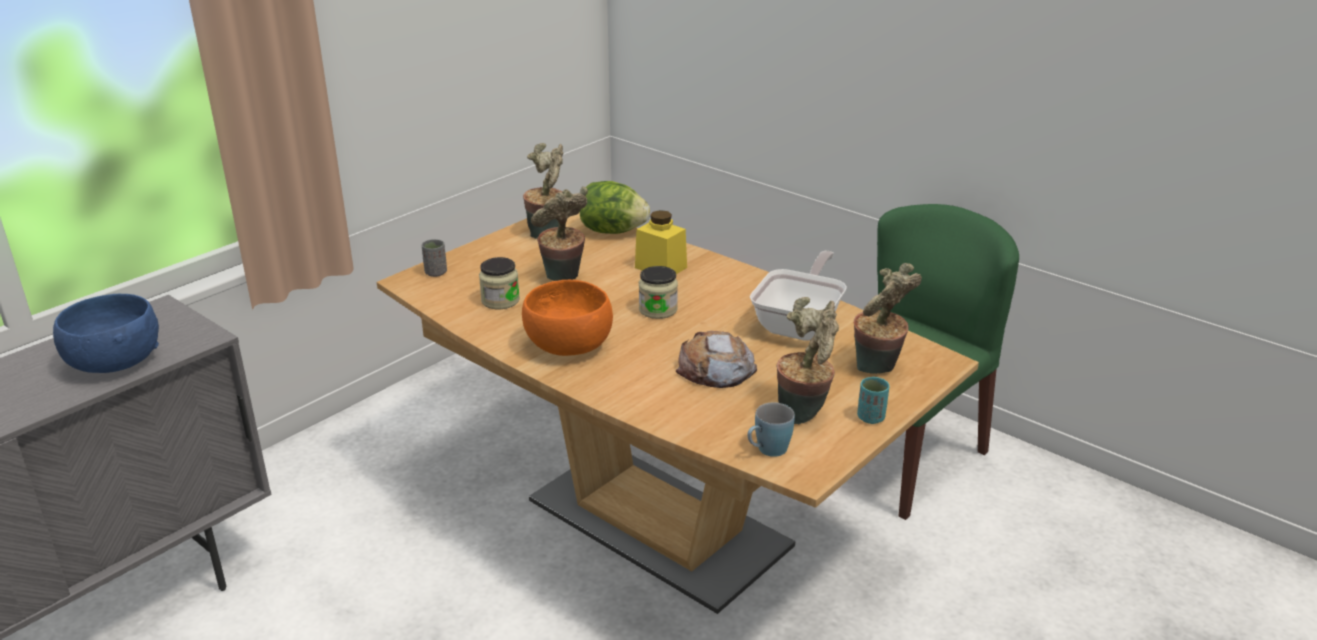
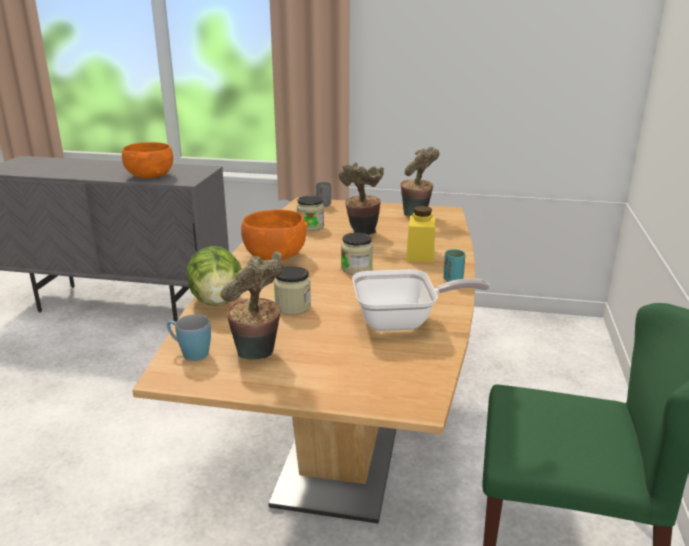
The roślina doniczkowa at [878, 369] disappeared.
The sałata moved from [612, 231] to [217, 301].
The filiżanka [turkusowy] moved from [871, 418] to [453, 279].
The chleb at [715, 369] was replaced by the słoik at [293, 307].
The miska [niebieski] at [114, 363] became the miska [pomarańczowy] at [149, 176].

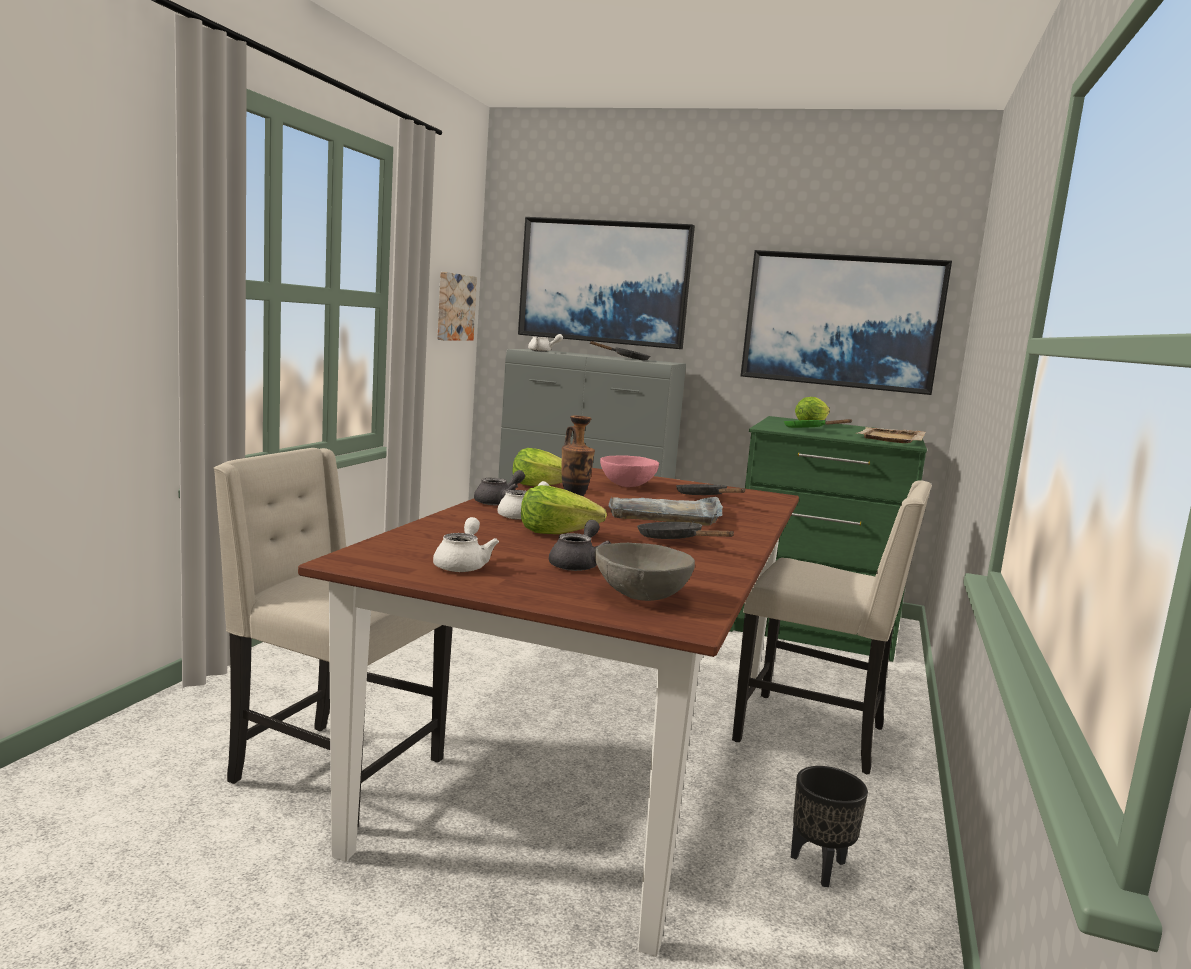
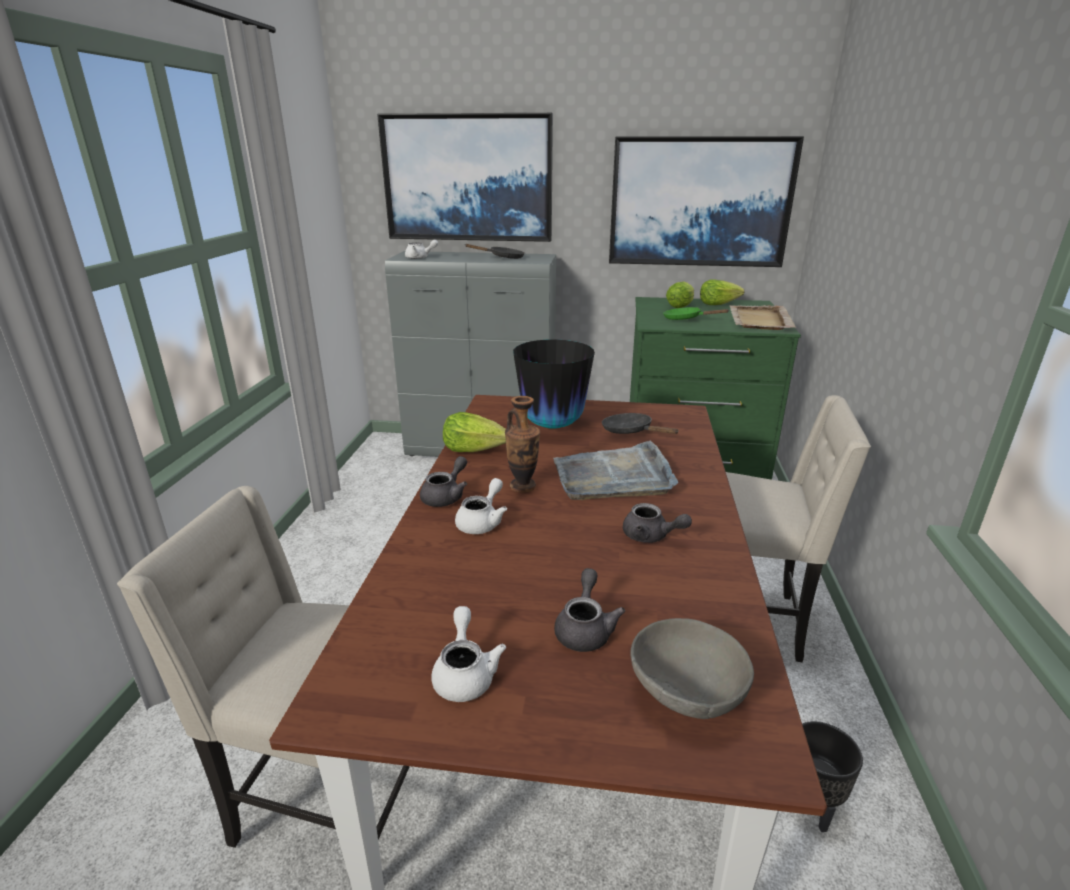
The obraz at [453, 307] disappeared.
The sałata moved from [557, 533] to [718, 304].
The miska [różowy] at [628, 485] was replaced by the wazon at [552, 425].
The patelnia [czarny] at [674, 541] was replaced by the imbryk [szary] at [651, 536].

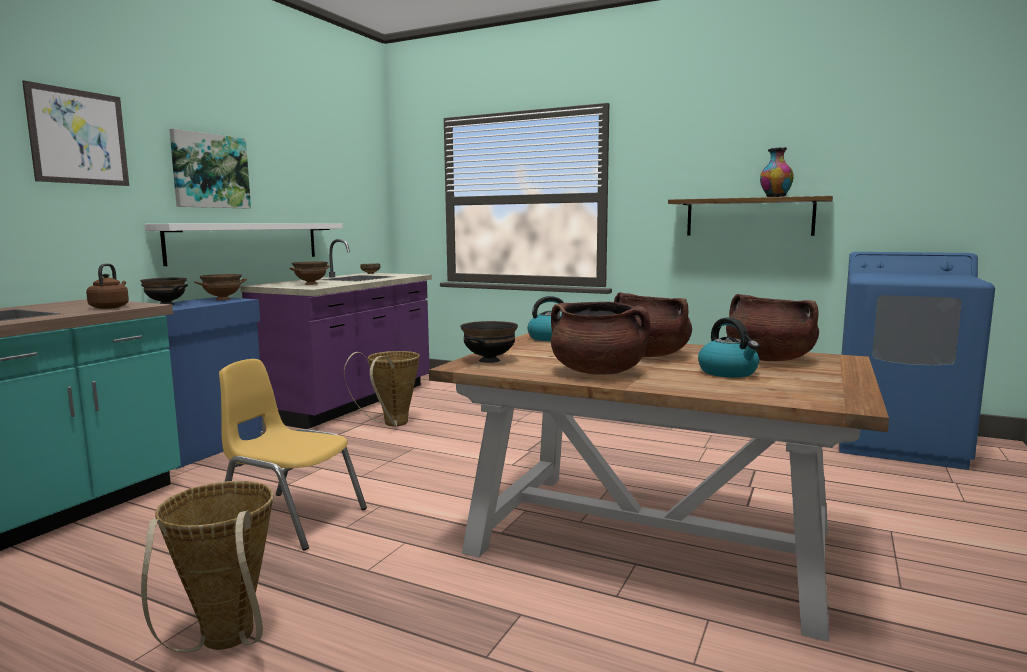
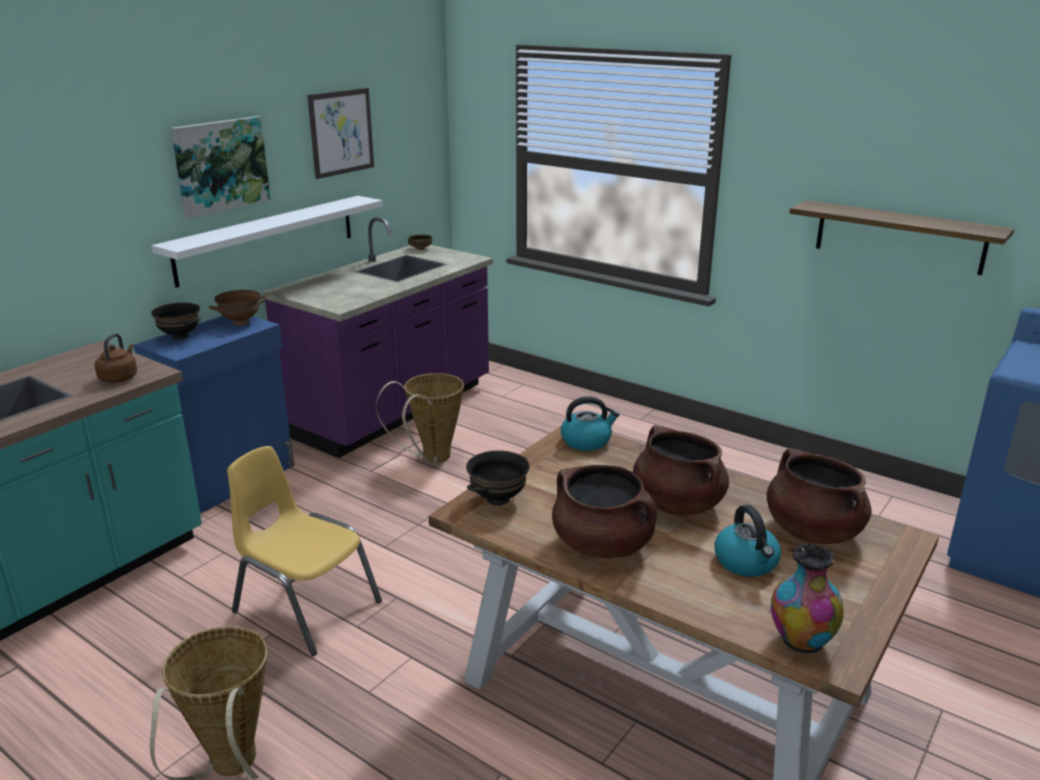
The miska [brązowy] at [311, 284] disappeared.
The obraz moved from [78, 137] to [341, 132].
The wazon moved from [775, 197] to [800, 641].

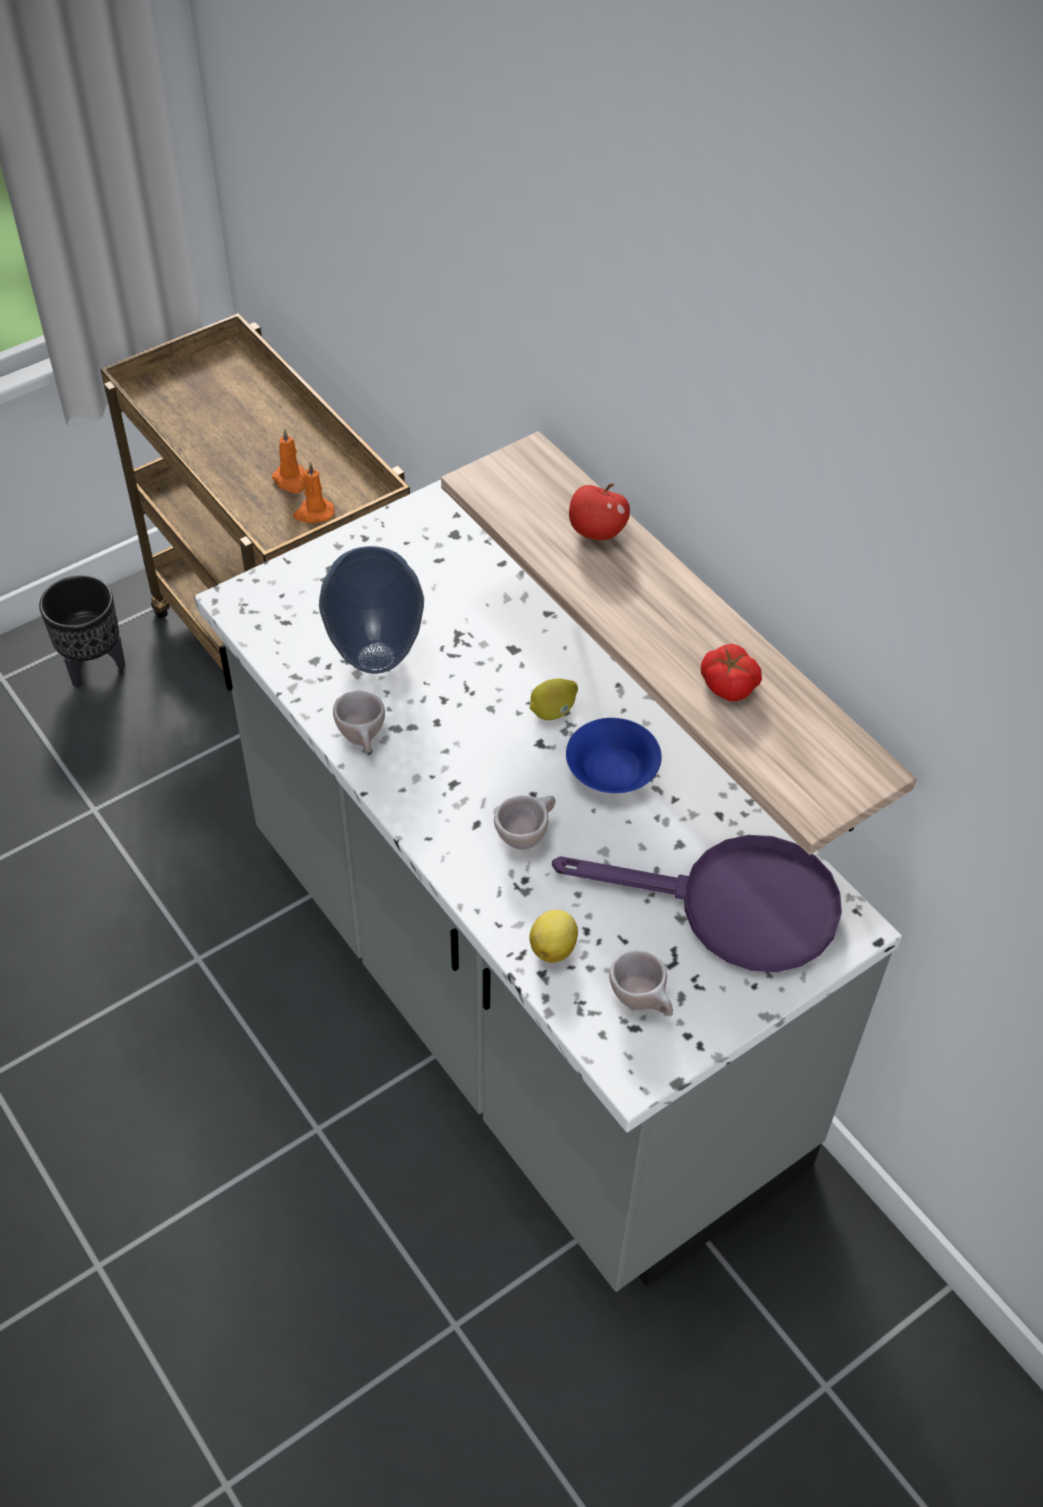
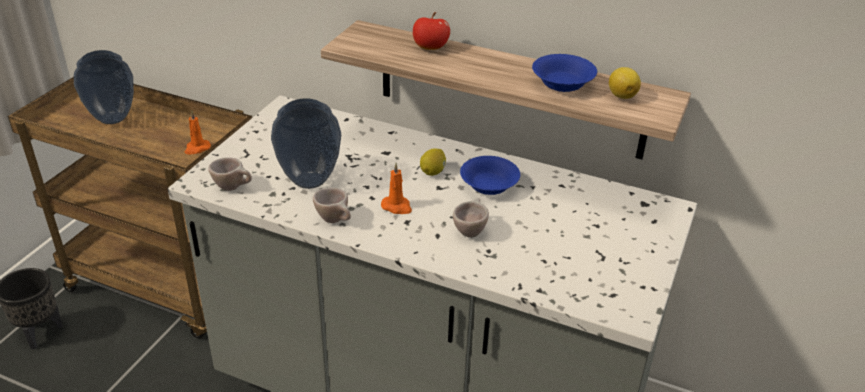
The patelnia [fioletowy] at [734, 906] disappeared.
The wazon at [112, 119] appeared.
The świeca [pomarańczowy] moved from [291, 480] to [397, 207].
The cytryna moved from [554, 947] to [622, 95].
The filiżanka [beżowy] moved from [642, 1002] to [233, 187].
The pomidor at [728, 684] was replaced by the miska [niebieski] at [562, 85].

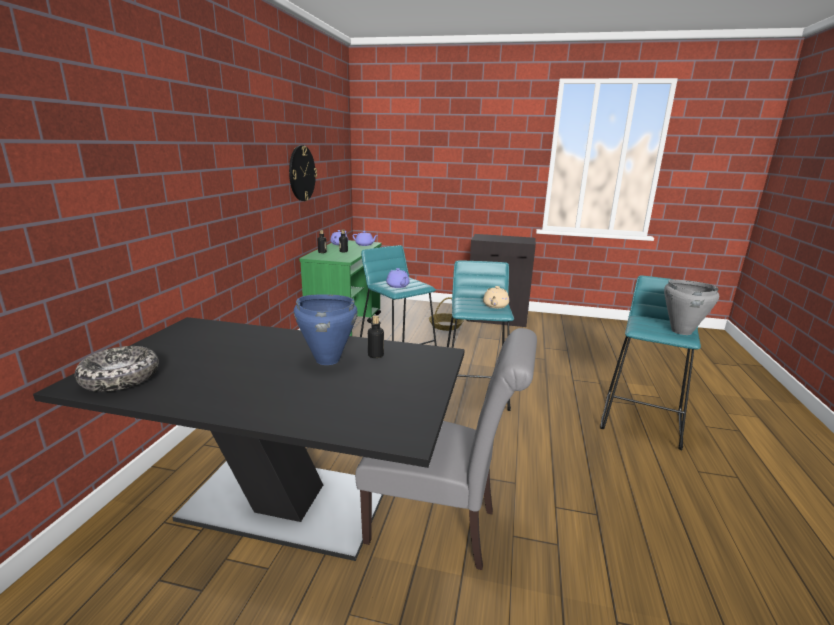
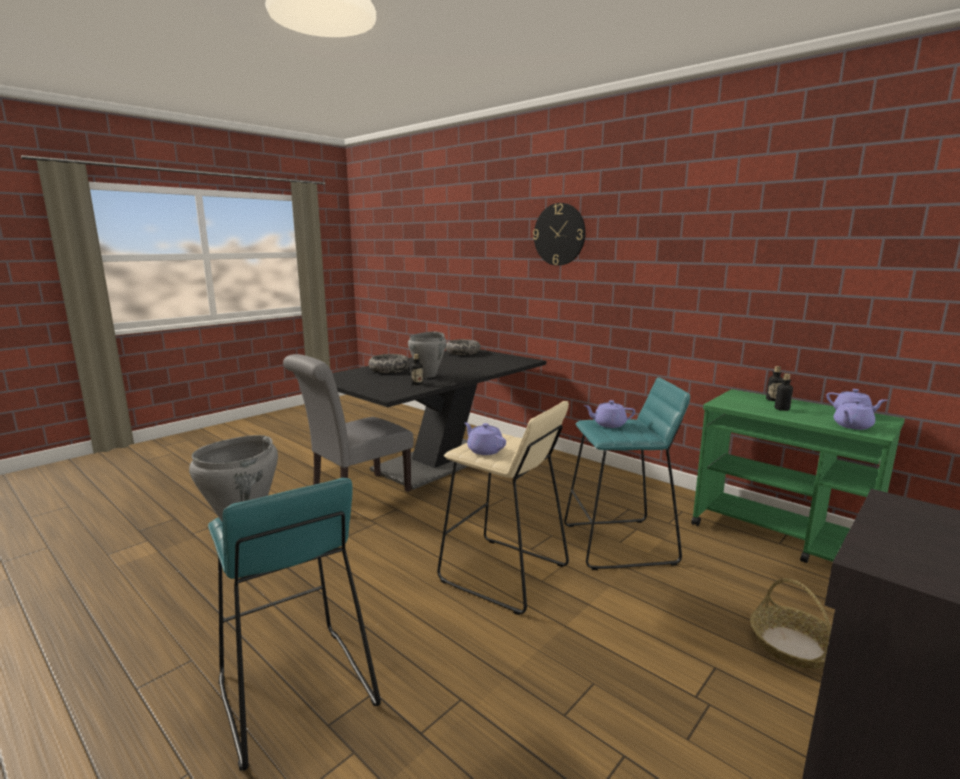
The miska at [389, 370] appeared.
The zegar ścienny moved from [301, 173] to [559, 234].
The garnek [niebieski] at [327, 360] became the garnek [szary] at [428, 375].
The stołek [turkusowy] at [475, 392] became the stołek [beżowy] at [504, 574].
The imbryk [beżowy] at [495, 306] became the imbryk [fioletowy] at [484, 450].

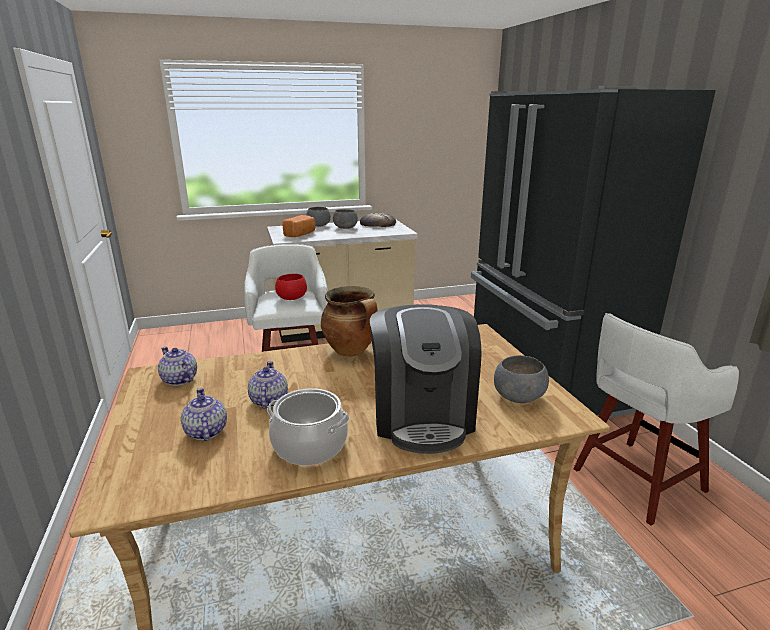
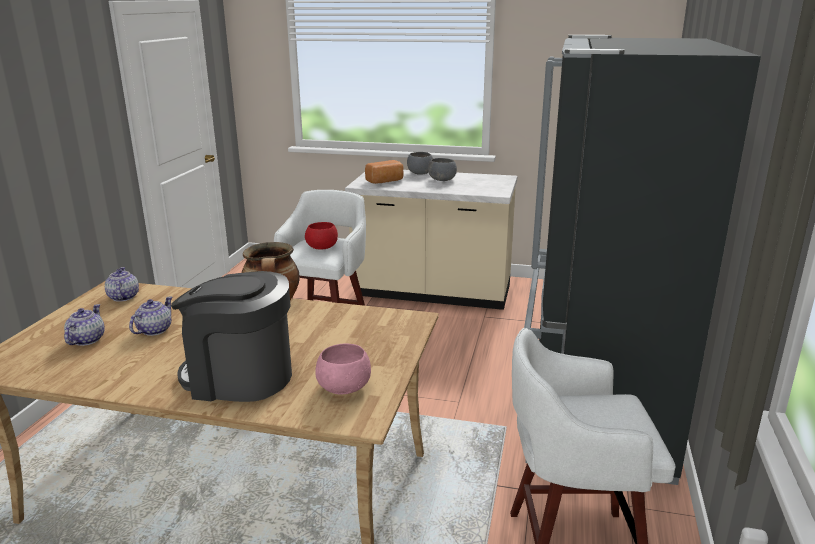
The garnek at [309, 446] disappeared.
The chleb at [377, 224] disappeared.
The miska [szary] at [517, 396] became the miska [różowy] at [343, 387].
The ekspres do kawy at [422, 416] turned 75 degrees clockwise.

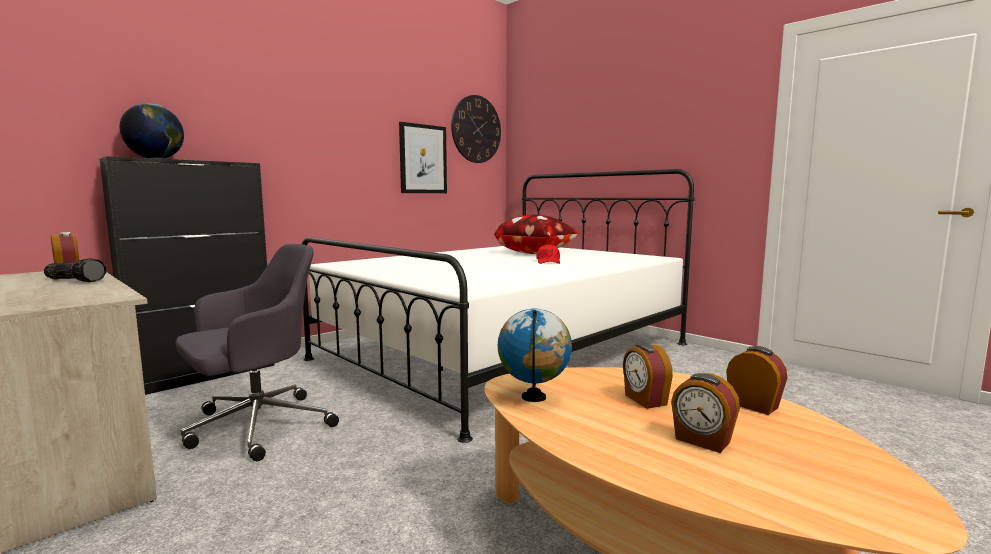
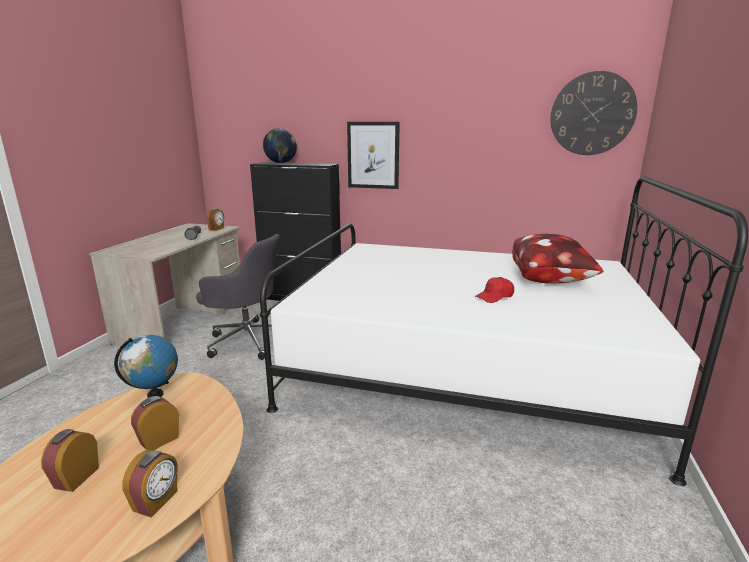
The obraz moved from [423, 159] to [373, 155].

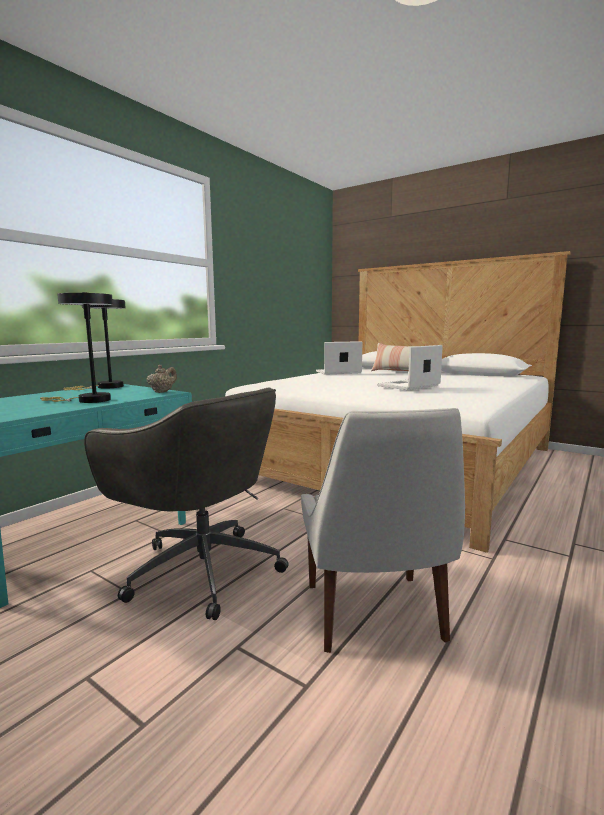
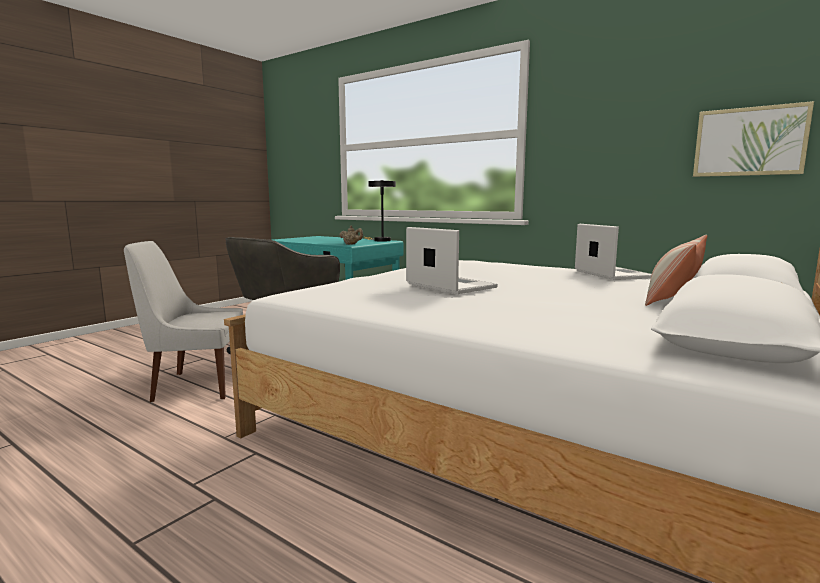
The lampa stołowa [czarny] at [88, 400] disappeared.
The obraz at [749, 141] appeared.

